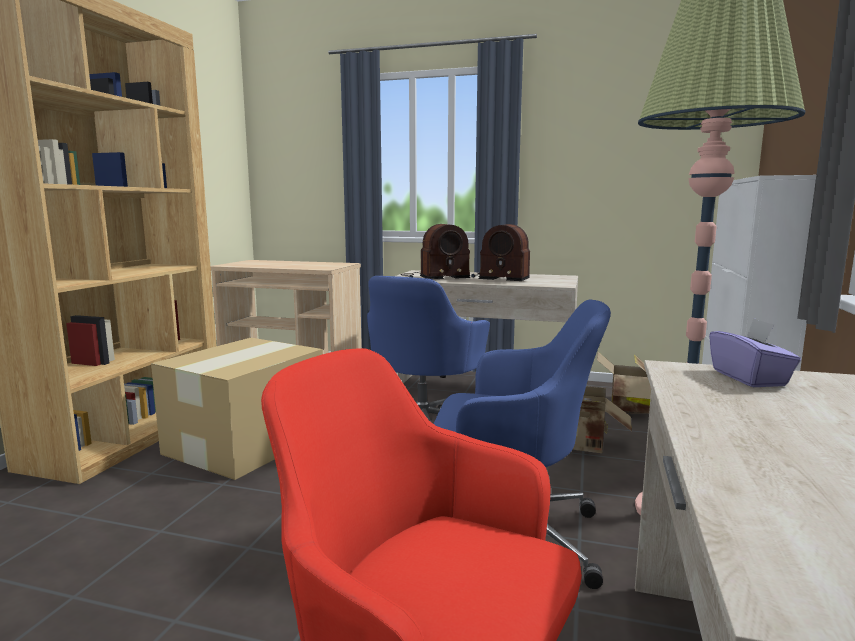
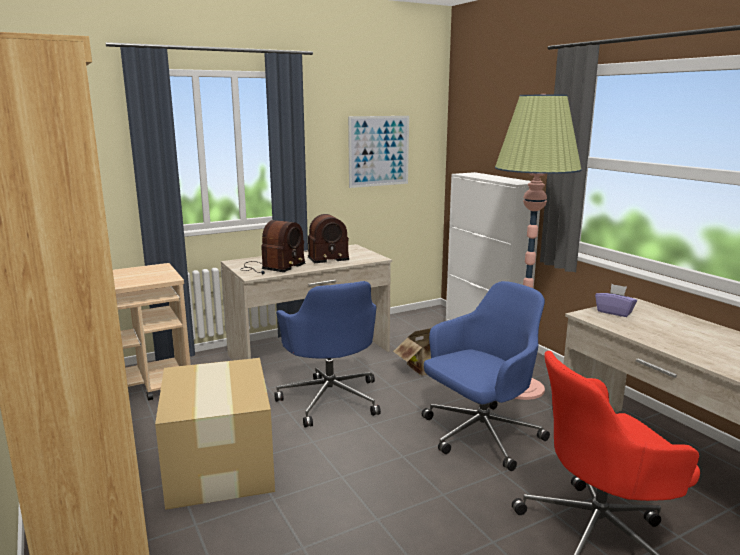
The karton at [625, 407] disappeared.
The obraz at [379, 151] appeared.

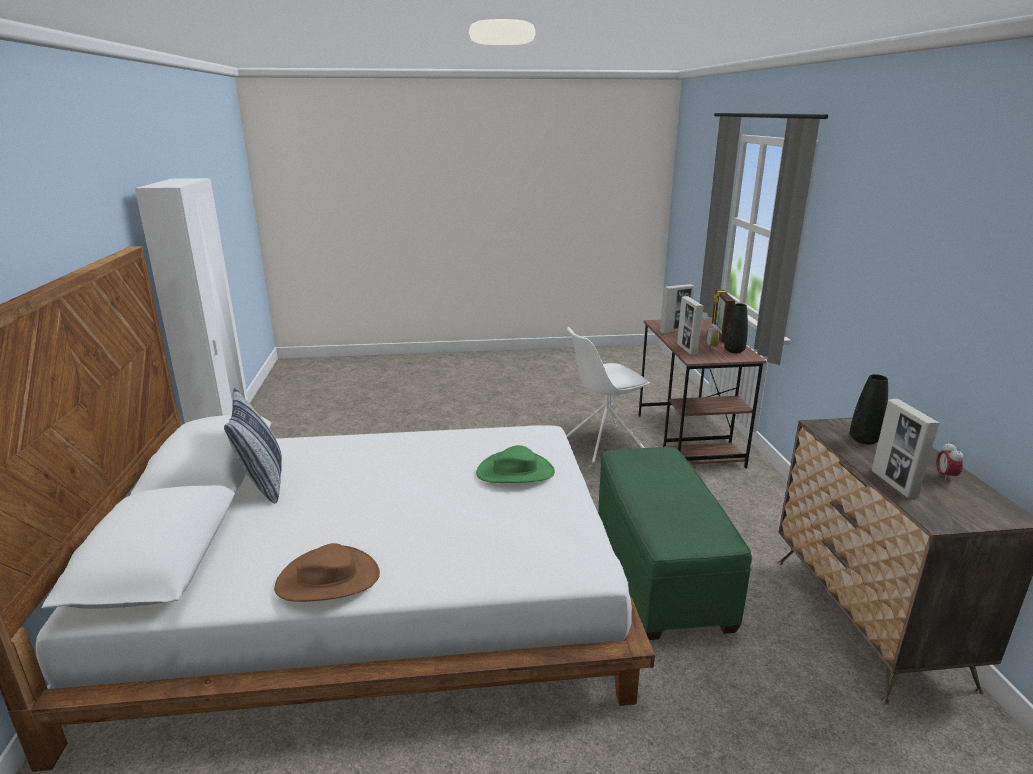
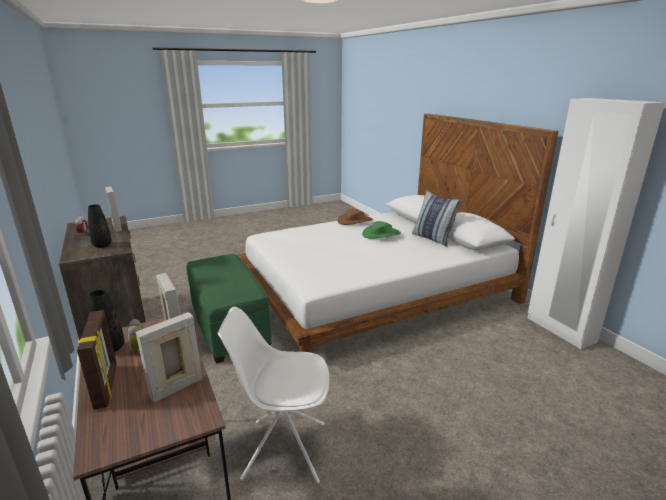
The kapelusz [zielony] moved from [515, 472] to [381, 234].
The krzesło [biały] at [603, 444] turned 135 degrees counterclockwise.

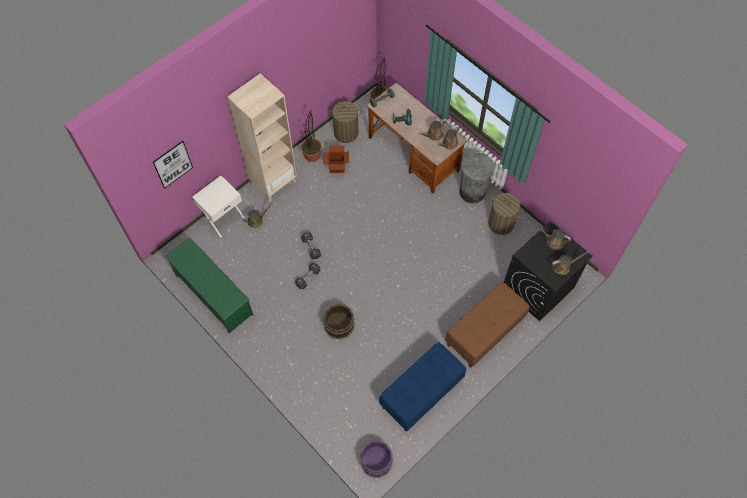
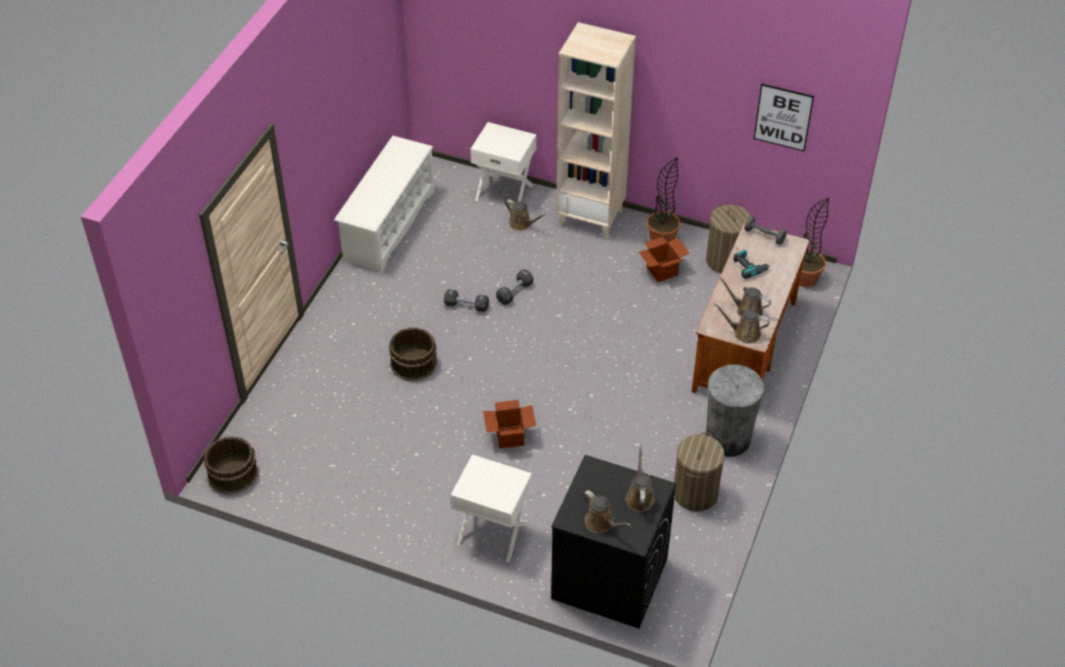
The ławka [niebieski] at [421, 394] disappeared.
The karton at [510, 437] appeared.
The obraz moved from [173, 164] to [783, 117].
The ławka [brązowy] at [484, 332] was replaced by the szafka nocna [biały] at [492, 533].
The regał na buty [zielony] at [213, 295] became the regał na buty [biały] at [389, 225].
The wiadro [fioletowy] at [375, 461] became the wiadro [brązowy] at [232, 473].

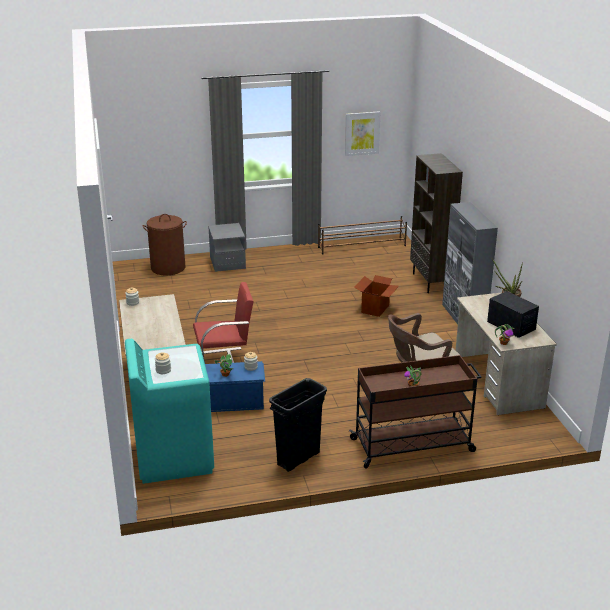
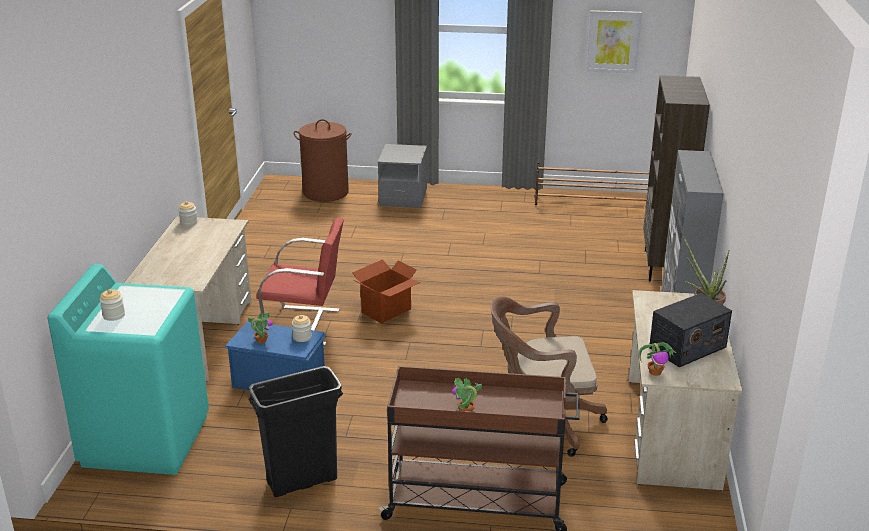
The karton moved from [375, 309] to [387, 311].
The radio at [511, 325] turned 75 degrees clockwise.

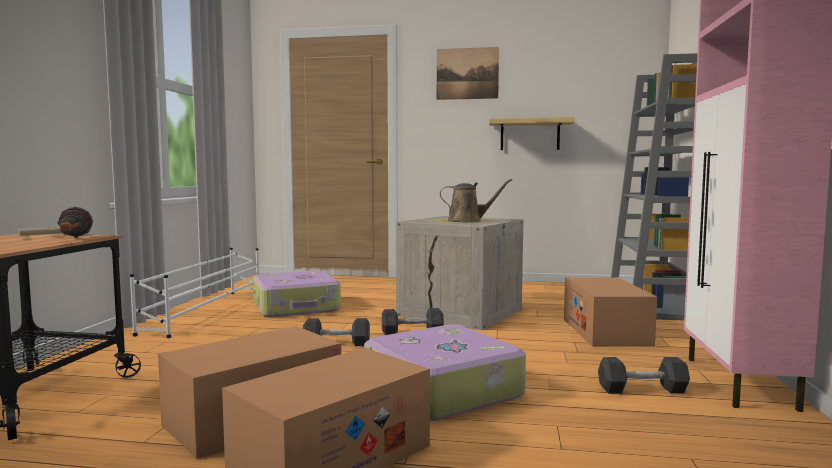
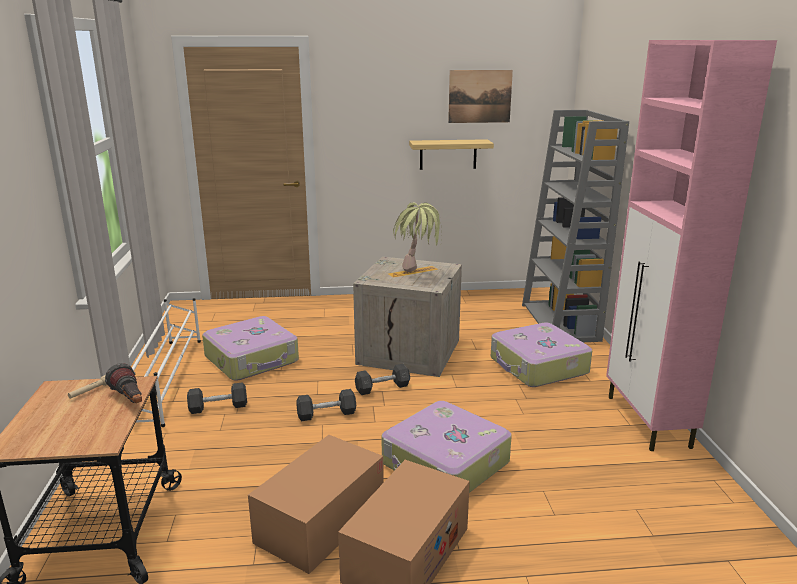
The obraz moved from [467, 73] to [480, 96].
The hantel [szary] moved from [642, 390] to [218, 407].
The konewka [brązowy] at [468, 221] was replaced by the roślina doniczkowa at [418, 275].
The karton at [605, 331] was replaced by the walizka at [538, 366].

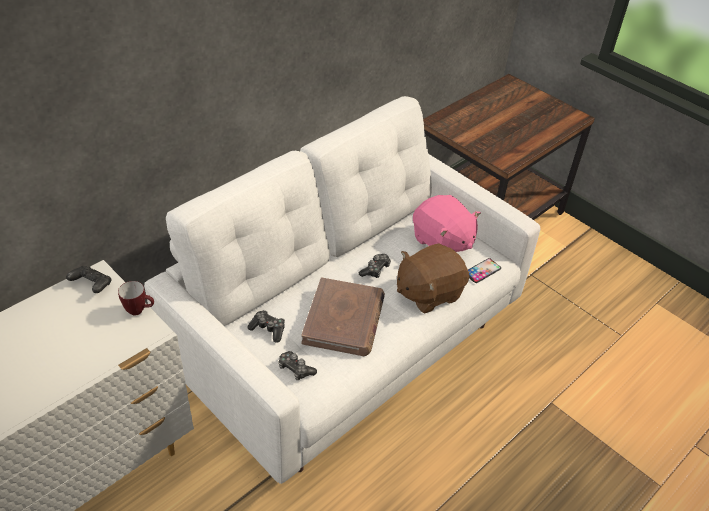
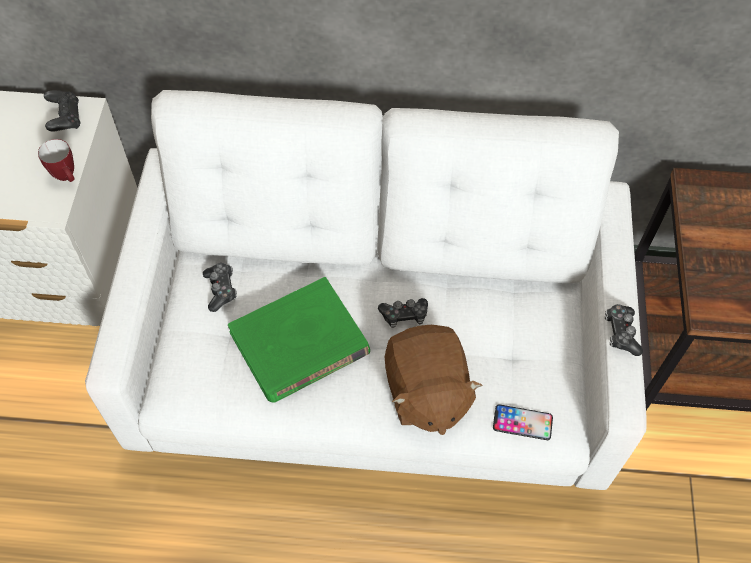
The pluszak [różowy] at [442, 242] disappeared.
The pad do gier moved from [295, 369] to [621, 333].
The książka [brązowy] at [344, 320] became the książka [zielony] at [299, 344].
The pluszak [brązowy] at [428, 292] turned 120 degrees counterclockwise.

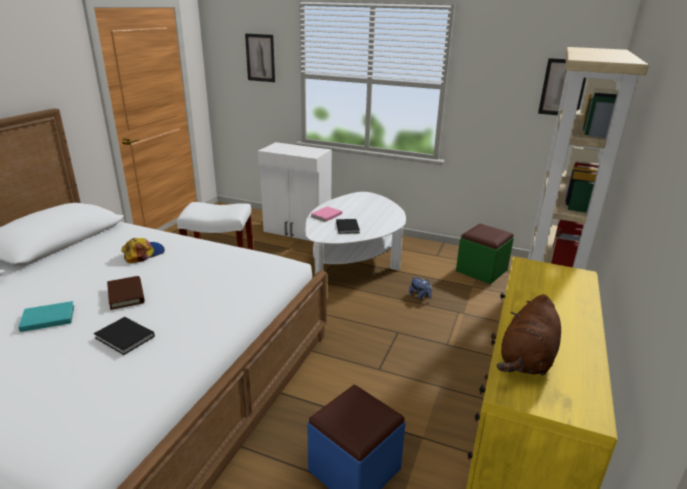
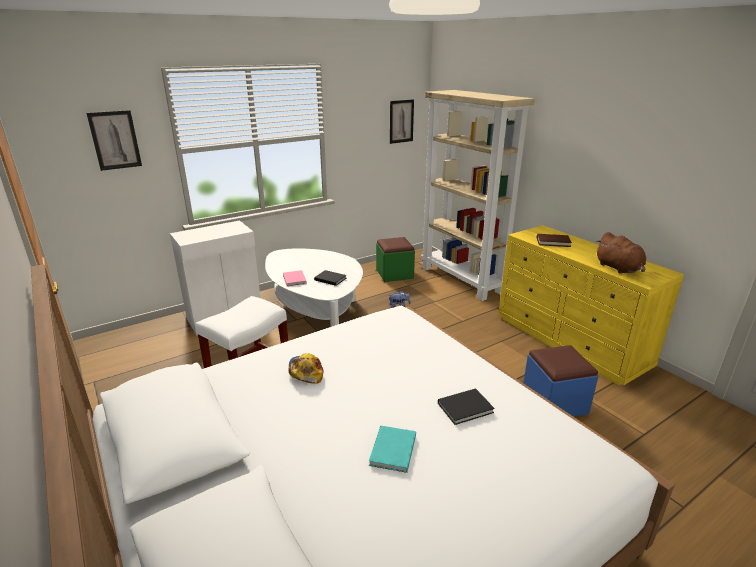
The książka [brązowy] moved from [126, 295] to [553, 242].

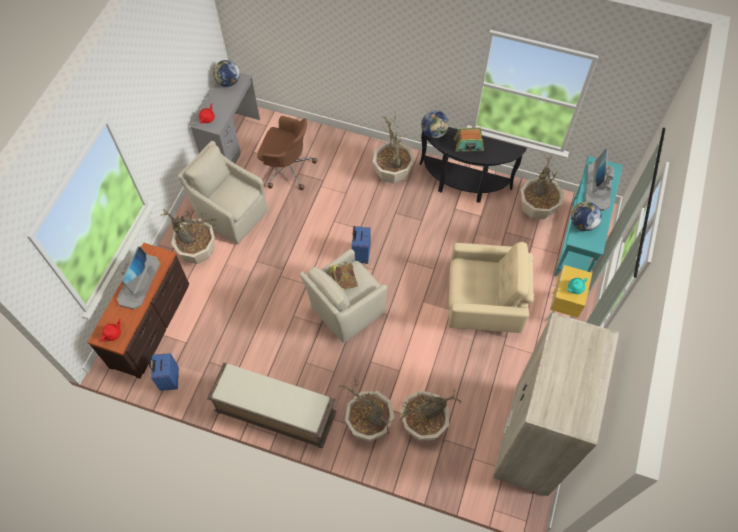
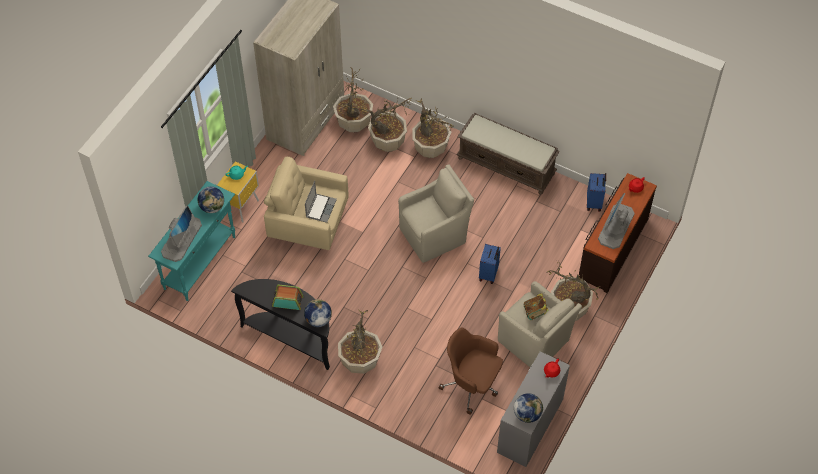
The laptop at [320, 208] appeared.
The książka moved from [343, 282] to [535, 313].
The walizka [niebieski] moved from [360, 255] to [489, 274].
The roślina doniczkowa moved from [537, 209] to [353, 123].

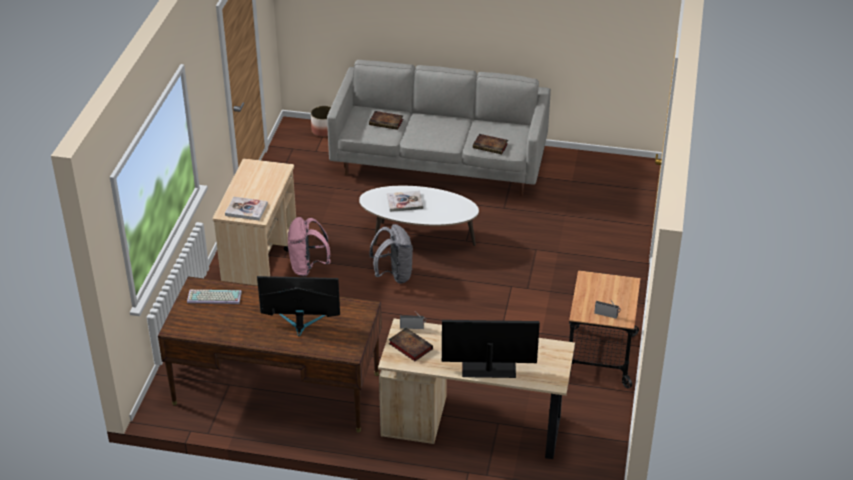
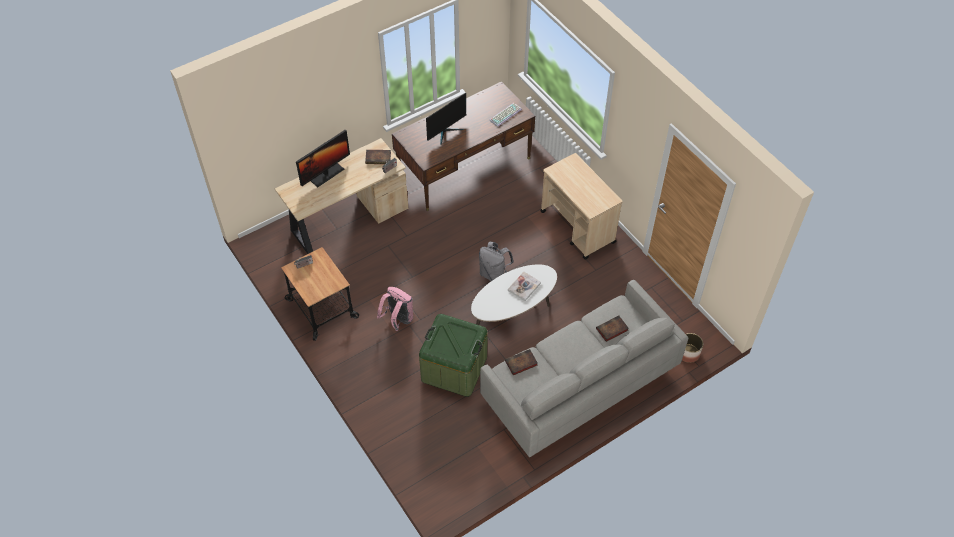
The książka at [246, 209] disappeared.
The pojemnik do przechowywania [zielony] at [454, 368] appeared.
The plecak [różowy] moved from [308, 267] to [398, 320].

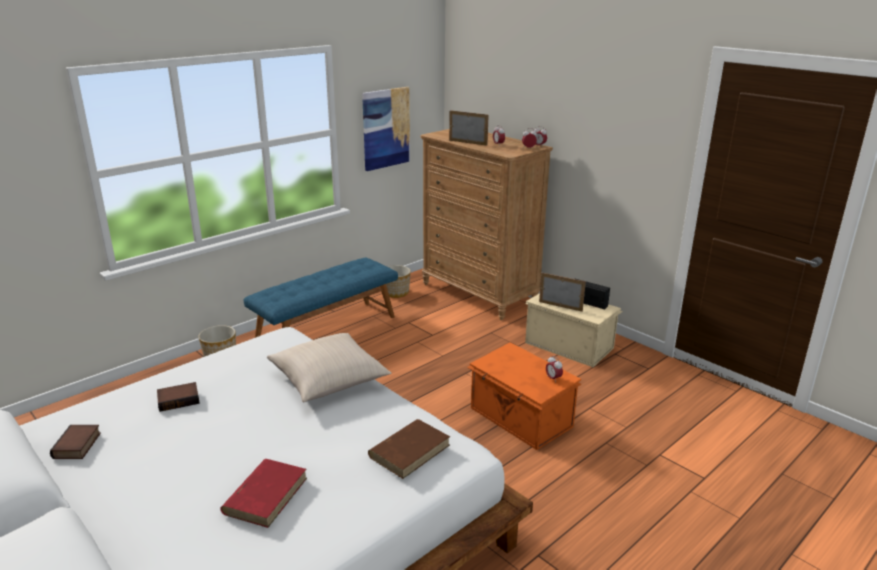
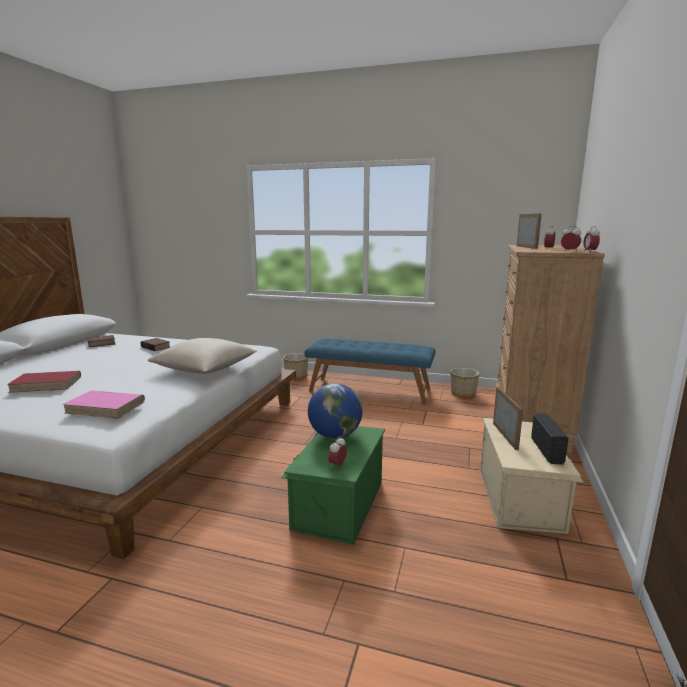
The obraz at [386, 128] disappeared.
The globus at [335, 435] appeared.
The książka [brązowy] at [410, 450] became the książka [różowy] at [106, 407].
The pojemnik do przechowywania [pomarańczowy] at [520, 418] became the pojemnik do przechowywania [zielony] at [337, 505].

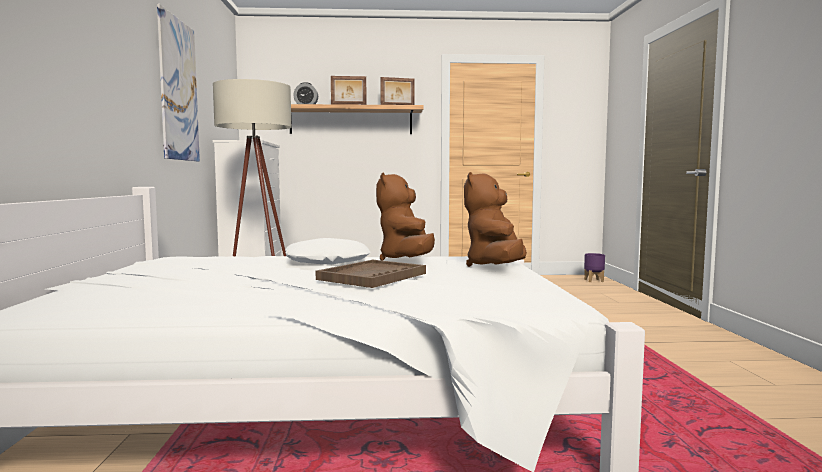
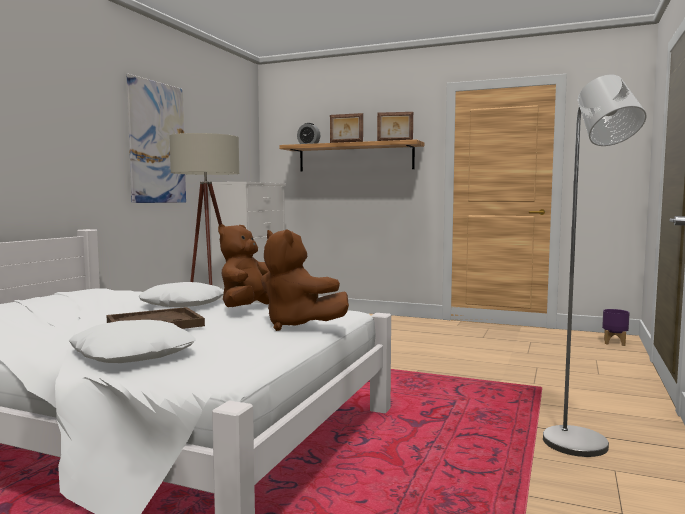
The poduszka [biały] at [134, 354] appeared.
The lampa stojąca [szary] at [582, 448] appeared.
The pluszak [brązowy] at [496, 267] turned 90 degrees counterclockwise.

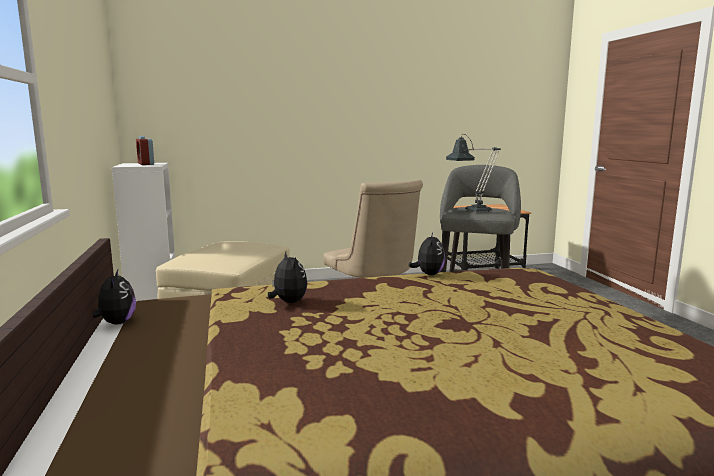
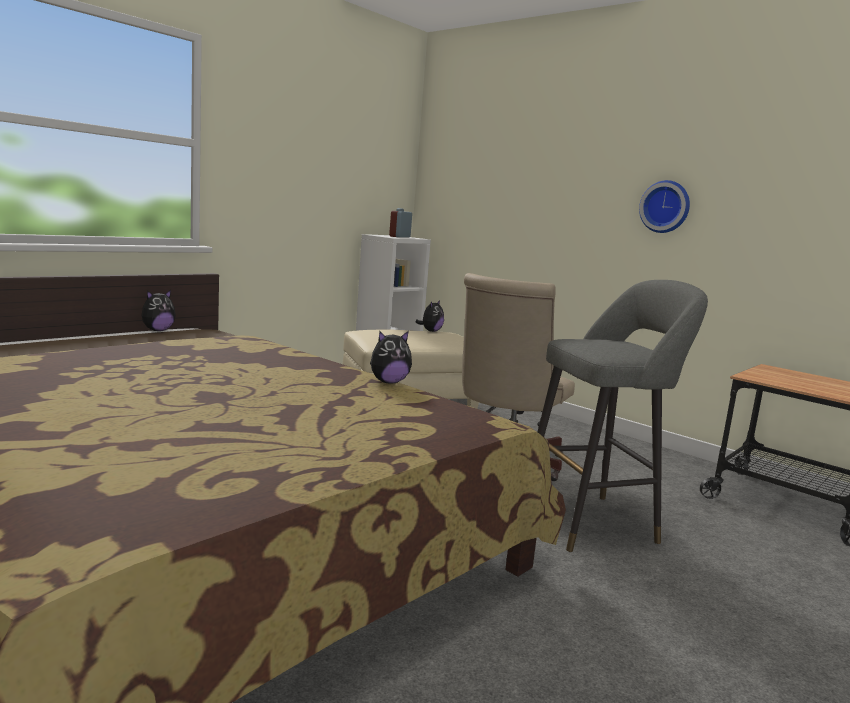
The lampa stołowa at [473, 211] disappeared.
The zegar ścienny at [665, 207] appeared.
The pluszak moved from [288, 302] to [430, 331].

